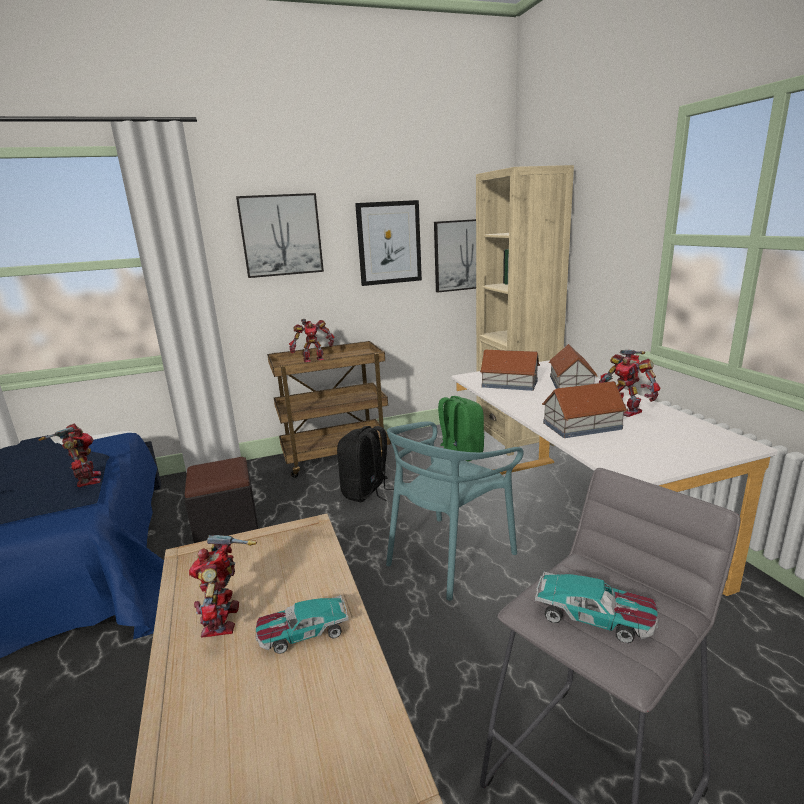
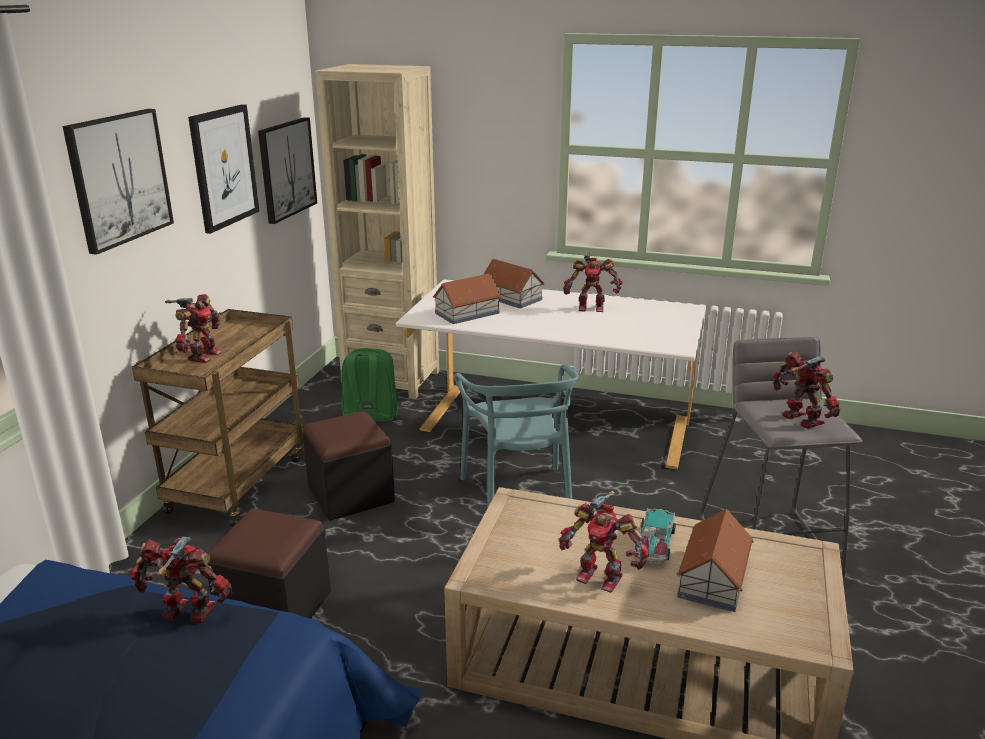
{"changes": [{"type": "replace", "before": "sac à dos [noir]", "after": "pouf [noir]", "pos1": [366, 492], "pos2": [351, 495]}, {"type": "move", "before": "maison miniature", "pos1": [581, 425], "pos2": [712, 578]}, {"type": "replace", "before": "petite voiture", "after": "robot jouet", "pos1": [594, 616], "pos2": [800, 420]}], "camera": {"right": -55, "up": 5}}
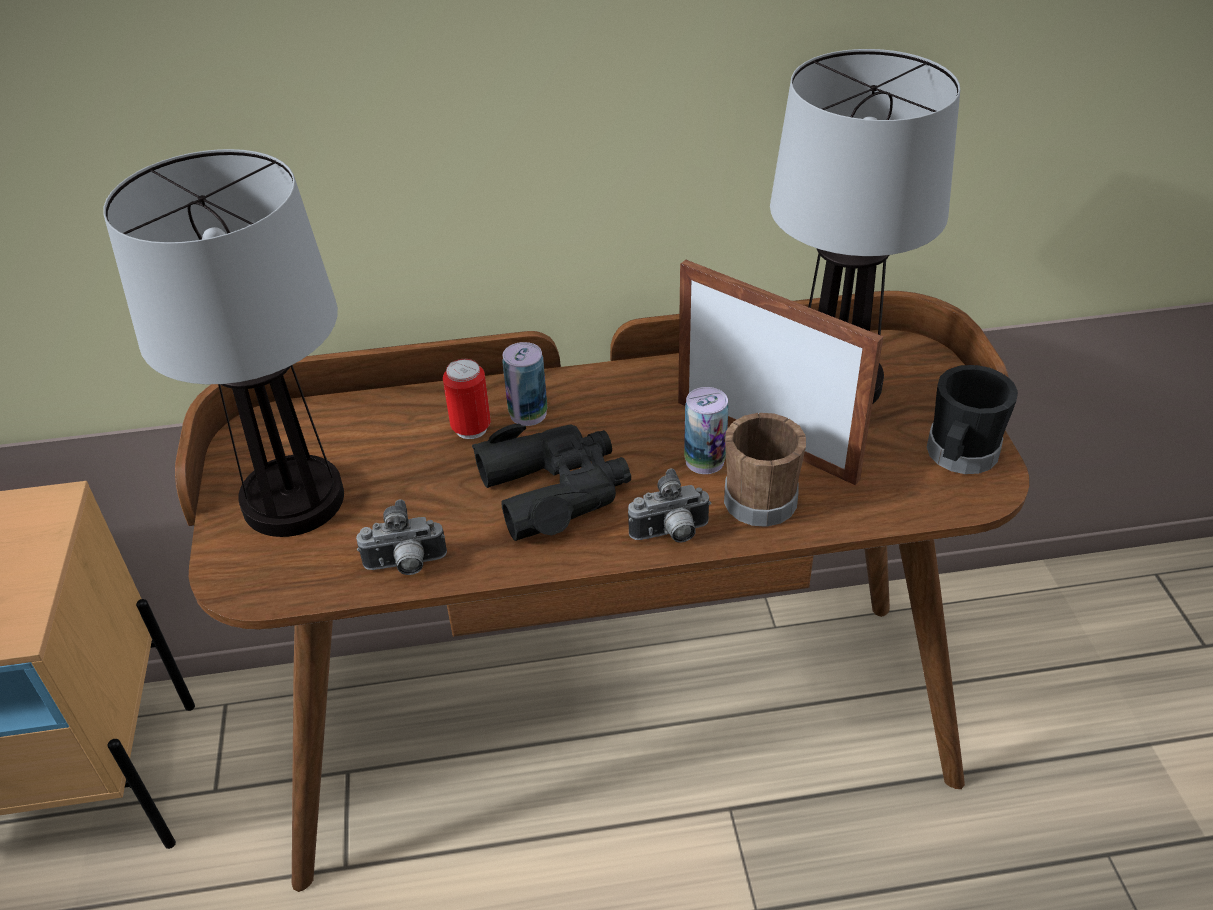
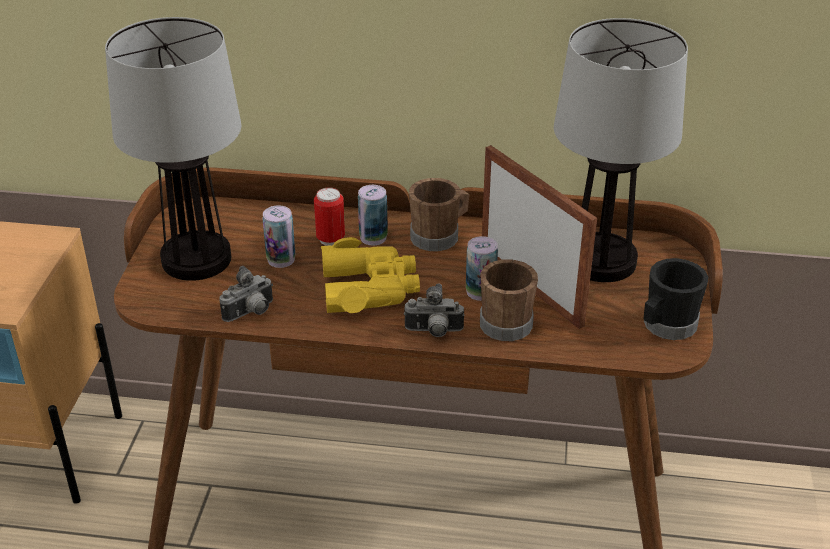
{"changes": [{"type": "rotate", "before": "appareil photo", "pos1": [406, 566], "pos2": [251, 313], "turn": -45}, {"type": "insert", "after": "boîte métallique", "pos2": [281, 259]}, {"type": "recolor", "before": "jumelles [noir]", "after": "jumelles [jaune]", "pos1": [555, 489], "pos2": [369, 288]}, {"type": "insert", "after": "mug [marron]", "pos2": [439, 236]}], "camera": {"right": 15, "up": -5}}
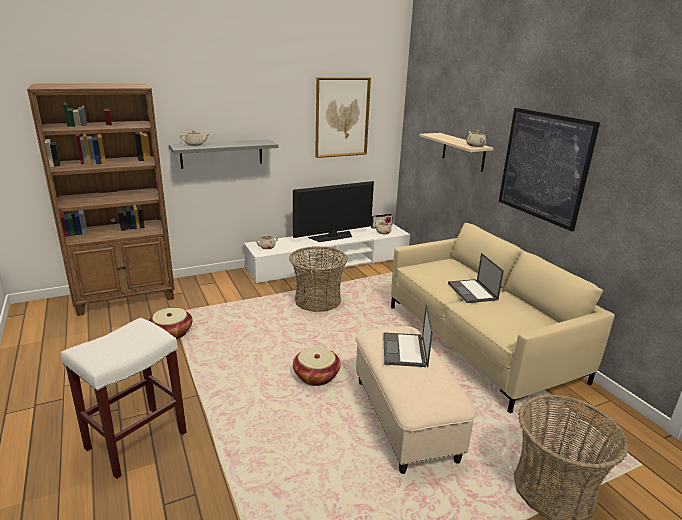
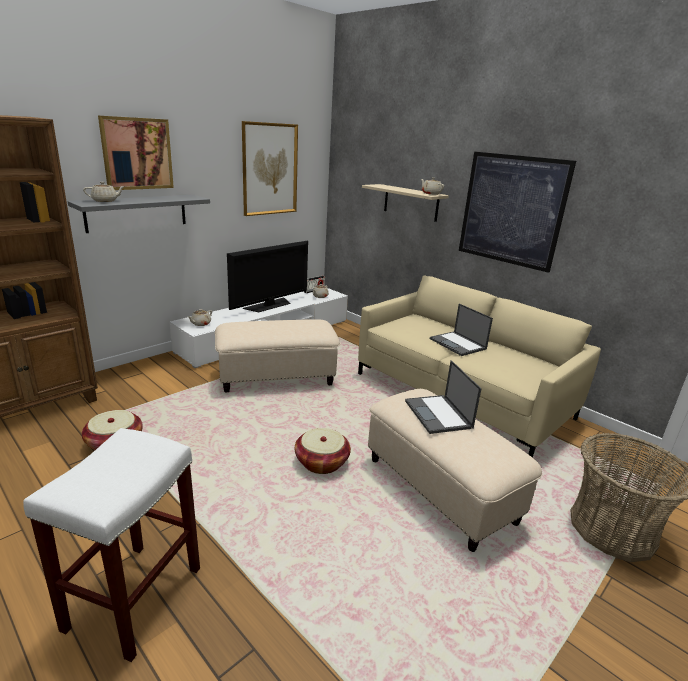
{"changes": [{"type": "insert", "after": "tableau", "pos2": [137, 153]}, {"type": "replace", "before": "panier", "after": "pouf [beige]", "pos1": [318, 301], "pos2": [277, 377]}], "camera": {"right": -20, "up": 0}}
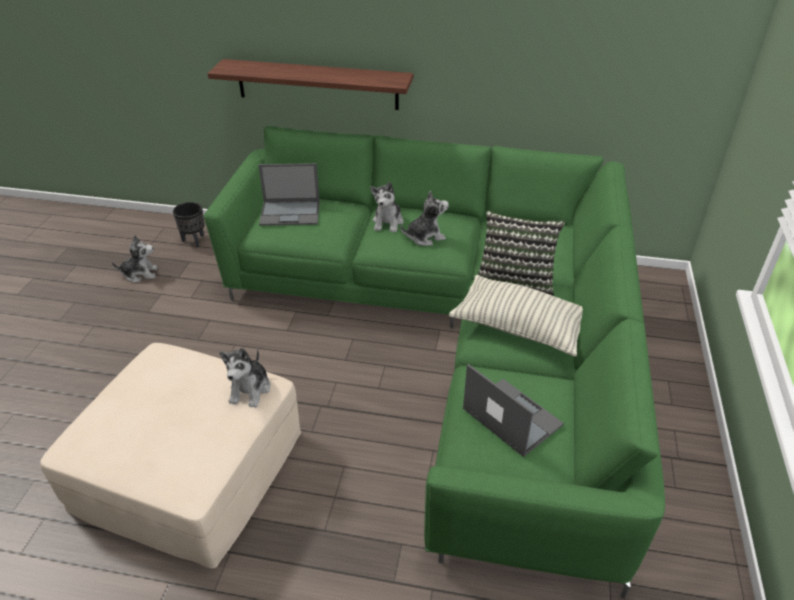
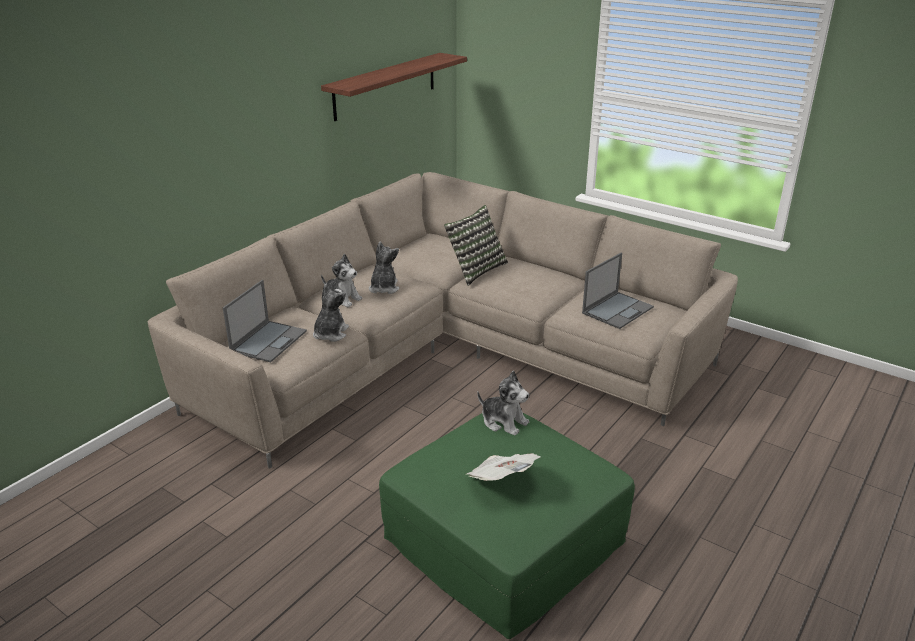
{"changes": [{"type": "recolor", "before": "canapé [vert]", "after": "canapé [beige]", "pos1": [456, 337], "pos2": [446, 354]}, {"type": "move", "before": "peluche", "pos1": [140, 274], "pos2": [330, 334]}, {"type": "move", "before": "étagère", "pos1": [317, 84], "pos2": [385, 86]}, {"type": "recolor", "before": "pouf [beige]", "after": "pouf [vert]", "pos1": [190, 469], "pos2": [503, 539]}, {"type": "insert", "after": "journal", "pos2": [502, 480]}, {"type": "rotate", "before": "ordinateur portable", "pos1": [511, 416], "pos2": [618, 310], "turn": 150}, {"type": "delete", "before": "cache-pot [noir]", "pos1": [194, 241]}, {"type": "delete", "before": "coussin", "pos1": [520, 327]}], "camera": {"right": -65, "up": -10}}
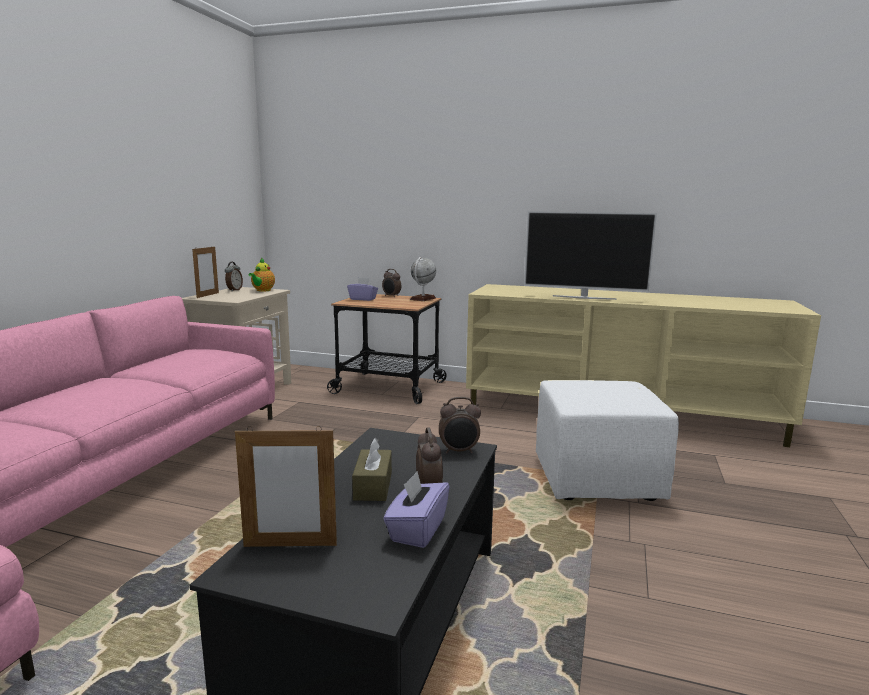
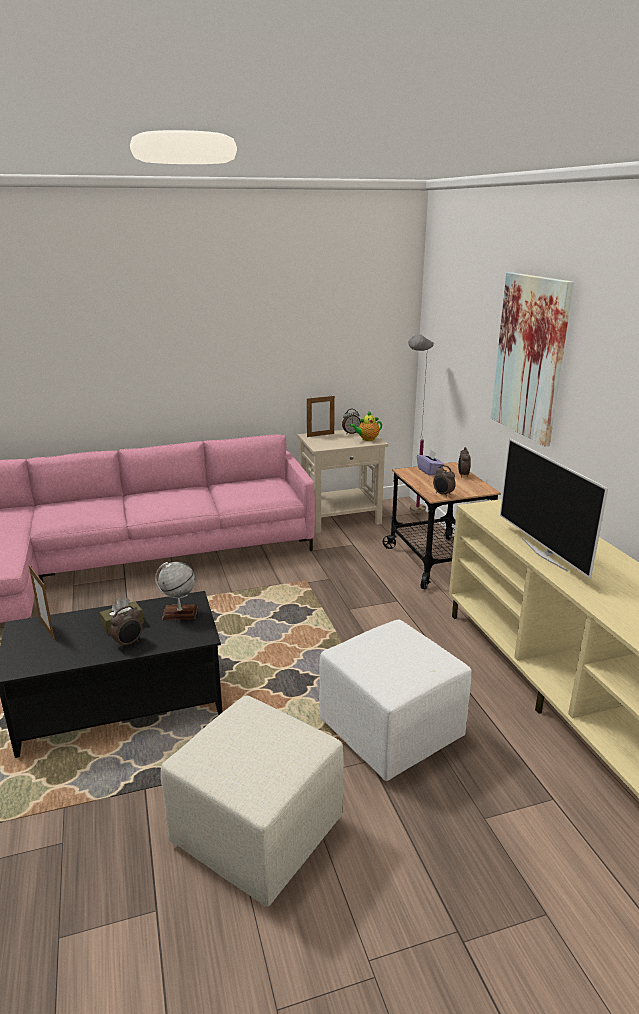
{"changes": [{"type": "move", "before": "globe", "pos1": [423, 299], "pos2": [179, 613]}, {"type": "insert", "after": "pouf [beige]", "pos2": [259, 832]}, {"type": "insert", "after": "lampadaire [gris]", "pos2": [412, 519]}, {"type": "move", "before": "réveil", "pos1": [459, 451], "pos2": [443, 494]}, {"type": "insert", "after": "tableau", "pos2": [530, 357]}, {"type": "delete", "before": "boîte à mouchoirs [violet]", "pos1": [417, 530]}], "camera": {"right": 55, "up": 10}}
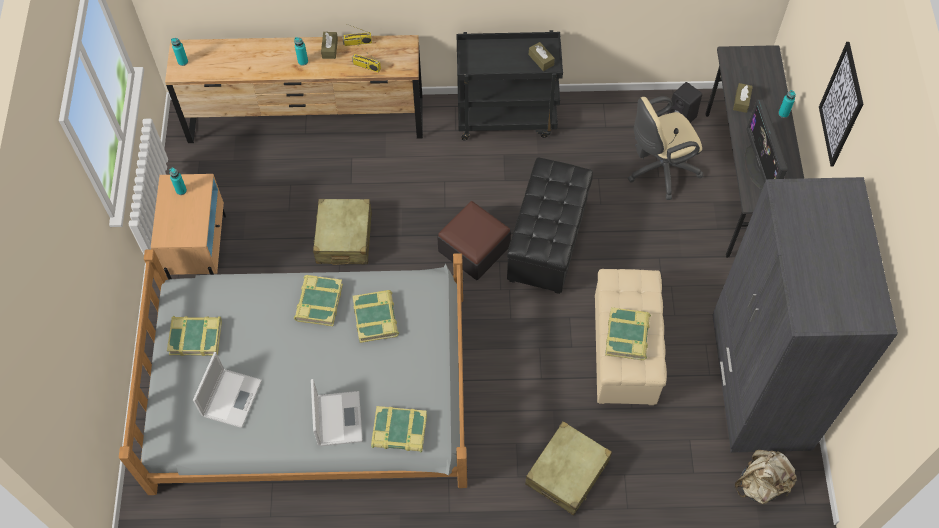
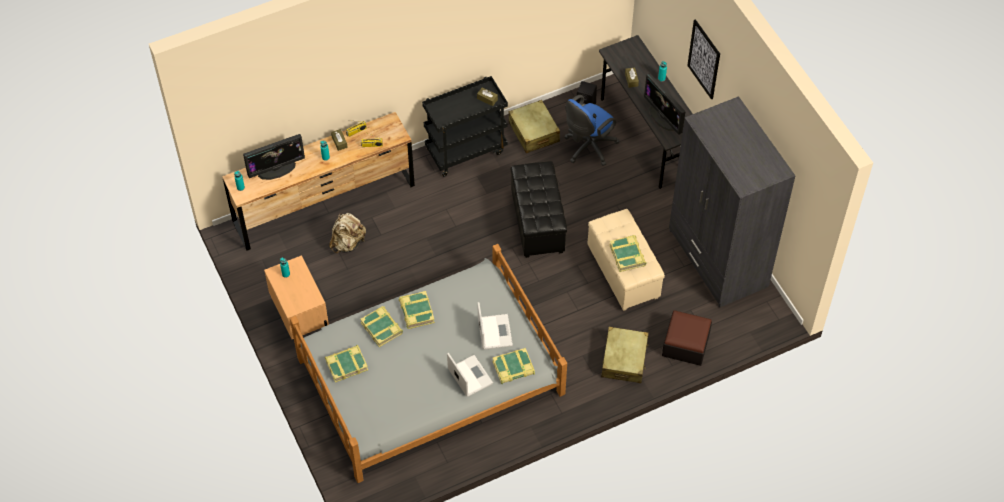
{"changes": [{"type": "insert", "after": "écran d'ordinateur", "pos2": [276, 169]}, {"type": "move", "before": "sac à dos [beige]", "pos1": [761, 484], "pos2": [348, 243]}, {"type": "move", "before": "livre", "pos1": [376, 318], "pos2": [382, 328]}, {"type": "move", "before": "ordinateur portable", "pos1": [232, 397], "pos2": [494, 331]}, {"type": "move", "before": "valise [beige]", "pos1": [344, 238], "pos2": [534, 132]}, {"type": "recolor", "before": "chaise de bureau [beige]", "after": "chaise de bureau [bleu]", "pos1": [659, 170], "pos2": [588, 148]}, {"type": "move", "before": "pouf", "pos1": [474, 248], "pos2": [685, 344]}], "camera": {"right": -25, "up": -5}}
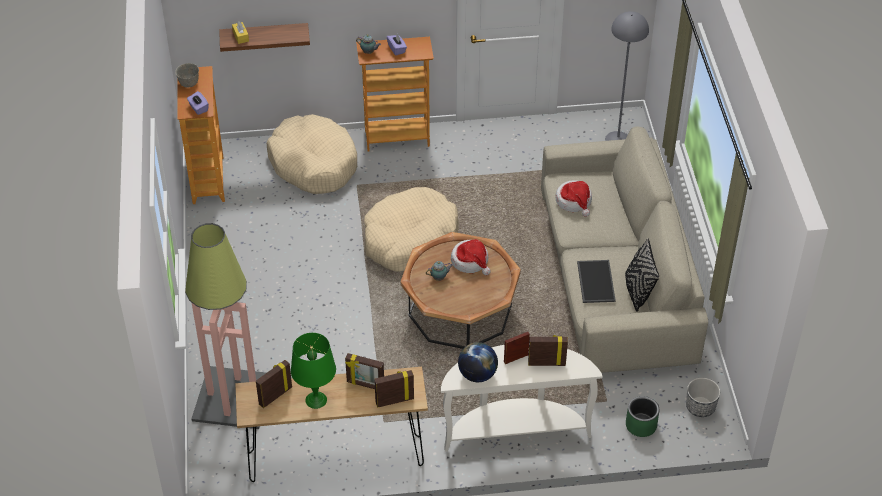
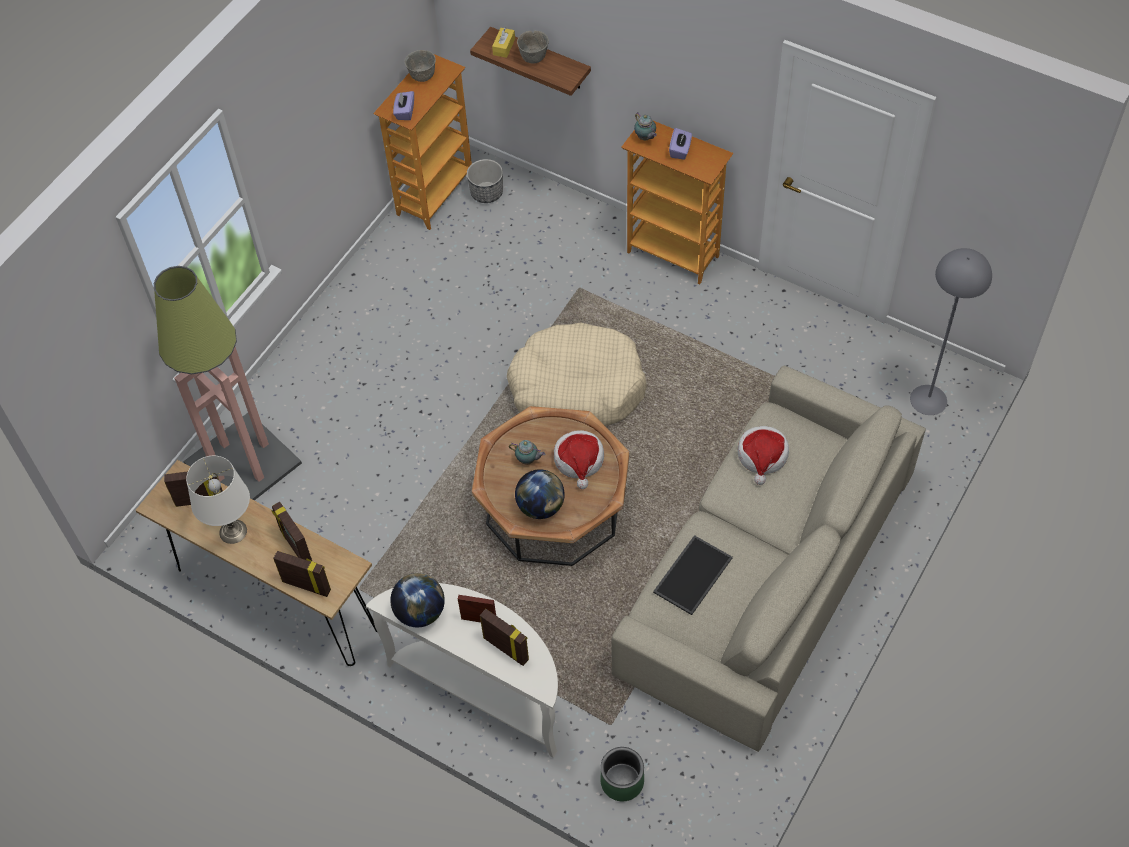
{"changes": [{"type": "recolor", "before": "lampe de table [vert]", "after": "lampe de table [blanc]", "pos1": [315, 400], "pos2": [233, 531]}, {"type": "move", "before": "cache-pot", "pos1": [700, 407], "pos2": [487, 193]}, {"type": "insert", "after": "globe", "pos2": [540, 506]}, {"type": "insert", "after": "bol [gris]", "pos2": [533, 57]}, {"type": "delete", "before": "panier pour chien [beige]", "pos1": [313, 163]}, {"type": "delete", "before": "coussin [noir]", "pos1": [638, 291]}], "camera": {"right": 40, "up": 10}}
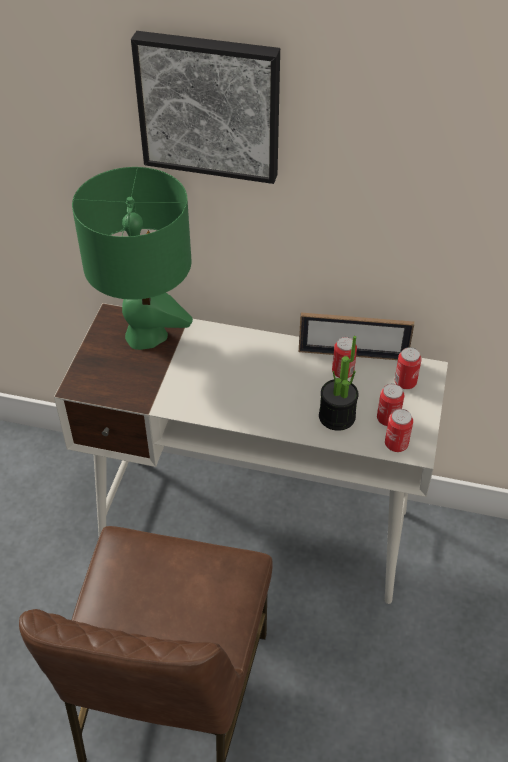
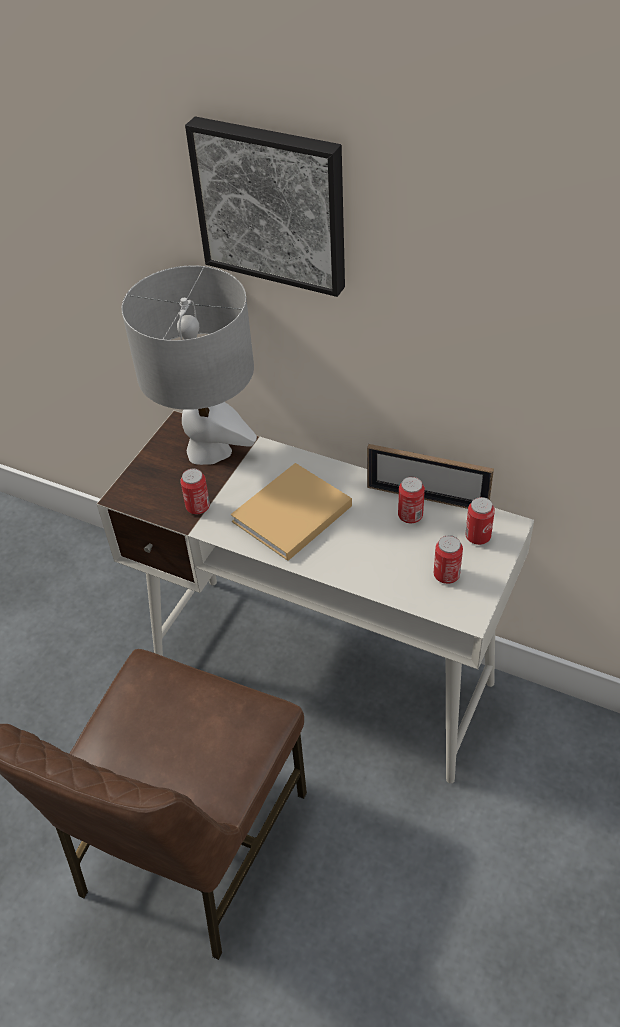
{"changes": [{"type": "recolor", "before": "lampe de table [vert]", "after": "lampe de table [gris]", "pos1": [146, 335], "pos2": [209, 450]}, {"type": "move", "before": "boîte métallique", "pos1": [396, 444], "pos2": [198, 507]}, {"type": "insert", "after": "livre [beige]", "pos2": [289, 515]}, {"type": "delete", "before": "plante en pot", "pos1": [337, 416]}], "camera": {"right": 15, "up": 0}}
